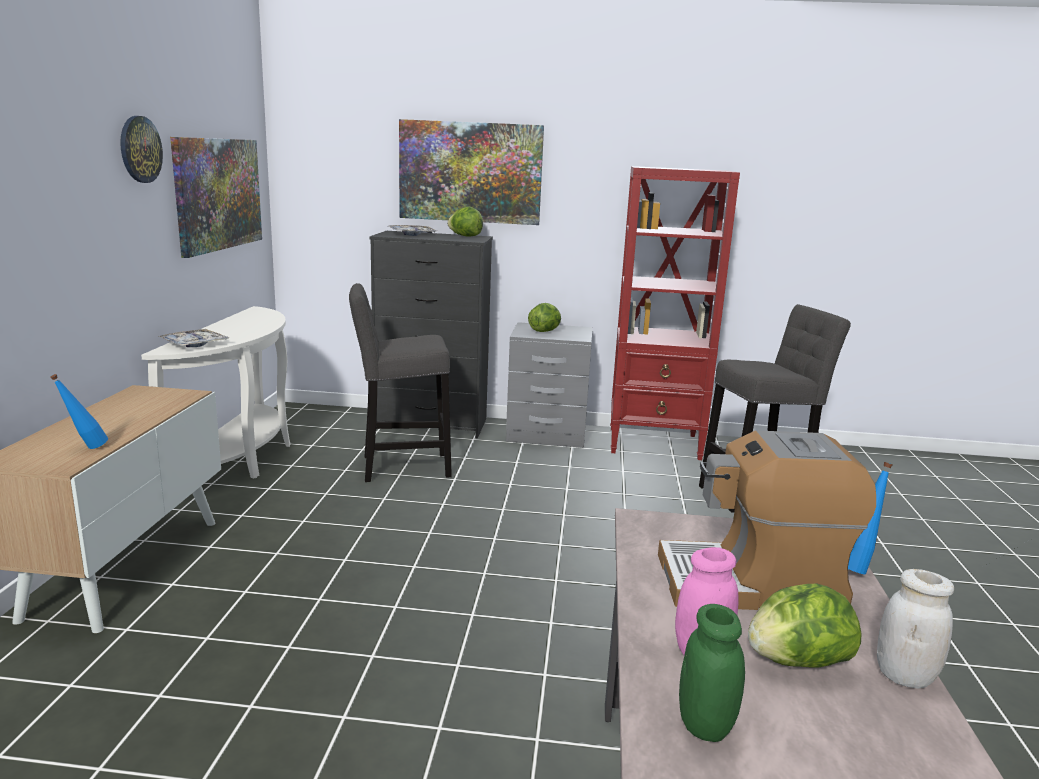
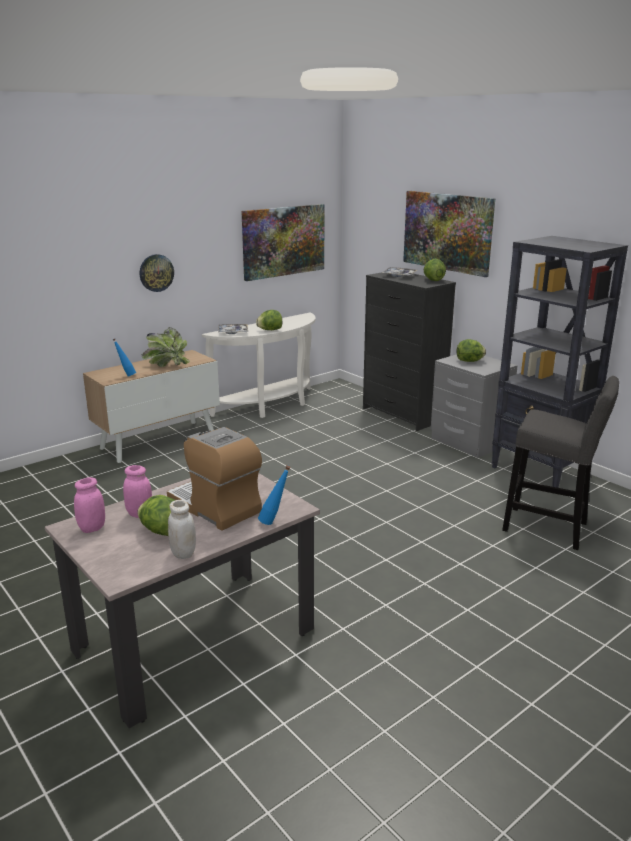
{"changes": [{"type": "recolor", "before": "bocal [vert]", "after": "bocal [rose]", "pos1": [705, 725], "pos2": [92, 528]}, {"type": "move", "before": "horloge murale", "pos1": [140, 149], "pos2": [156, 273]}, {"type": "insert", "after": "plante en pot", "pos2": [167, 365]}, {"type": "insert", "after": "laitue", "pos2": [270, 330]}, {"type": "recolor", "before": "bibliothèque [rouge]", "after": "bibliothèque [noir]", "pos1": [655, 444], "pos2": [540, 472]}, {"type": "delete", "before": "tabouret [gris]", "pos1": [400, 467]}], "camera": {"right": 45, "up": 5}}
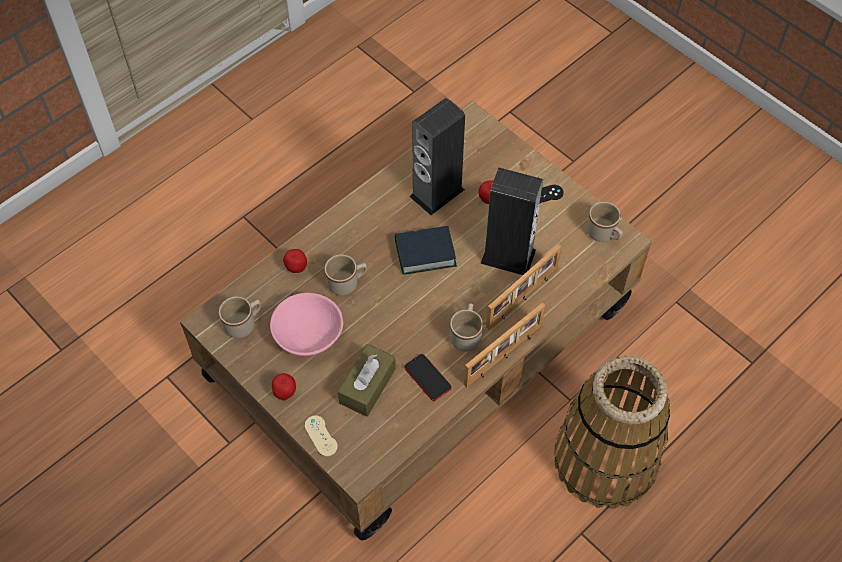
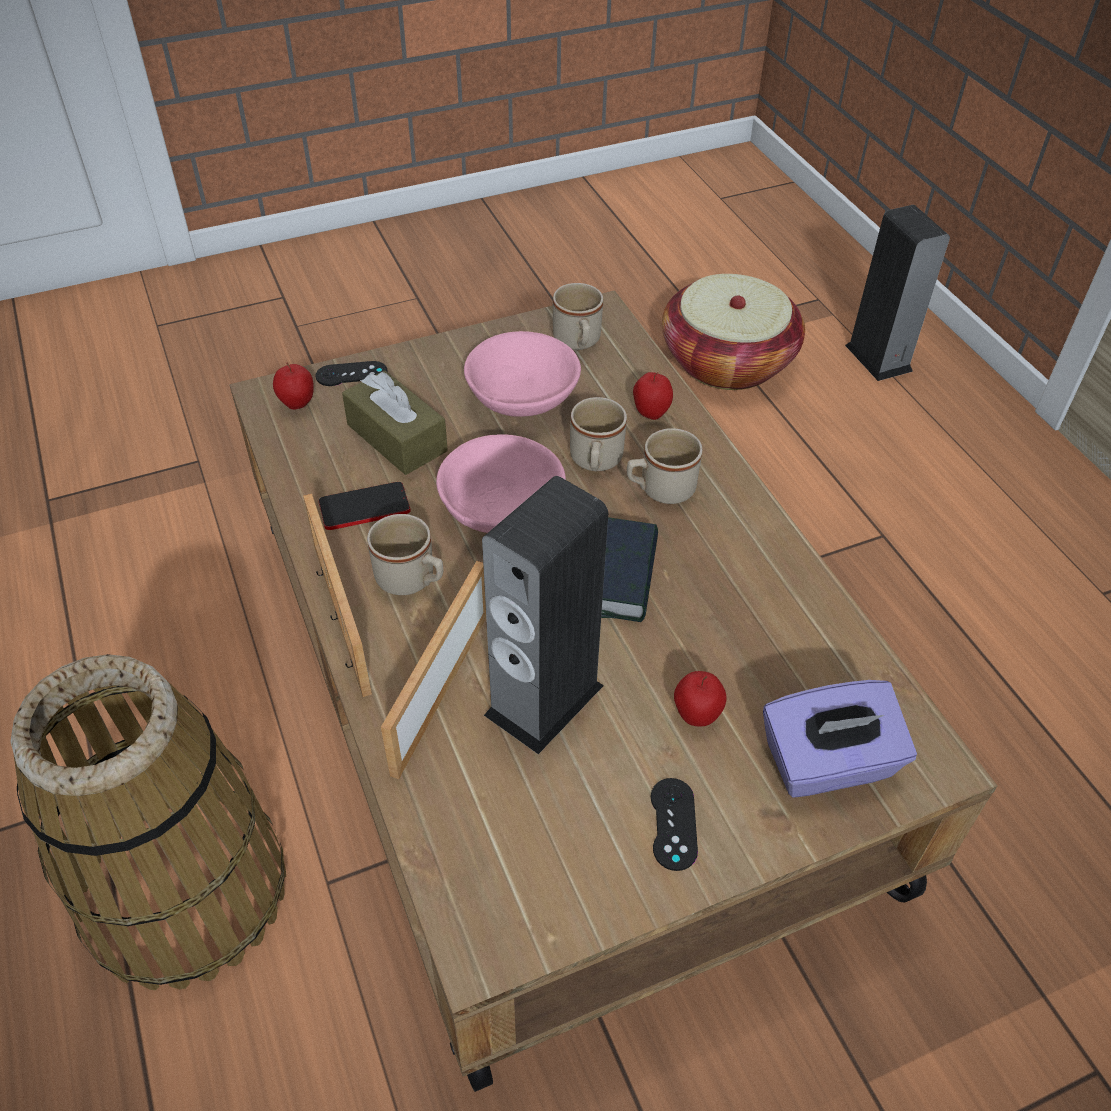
{"changes": [{"type": "move", "before": "pomme", "pos1": [285, 393], "pos2": [297, 405]}, {"type": "recolor", "before": "manette [beige]", "after": "manette [noir]", "pos1": [321, 436], "pos2": [351, 374]}, {"type": "rotate", "before": "cadre photo", "pos1": [523, 298], "pos2": [438, 690], "turn": 45}, {"type": "insert", "after": "bol [rose]", "pos2": [501, 509]}, {"type": "move", "before": "mug [beige]", "pos1": [604, 234], "pos2": [659, 490]}, {"type": "insert", "after": "panier", "pos2": [727, 361]}, {"type": "insert", "after": "boîte à mouchoirs [violet]", "pos2": [828, 764]}, {"type": "move", "before": "enceinte", "pos1": [437, 193], "pos2": [878, 358]}], "camera": {"right": 110, "up": -10}}
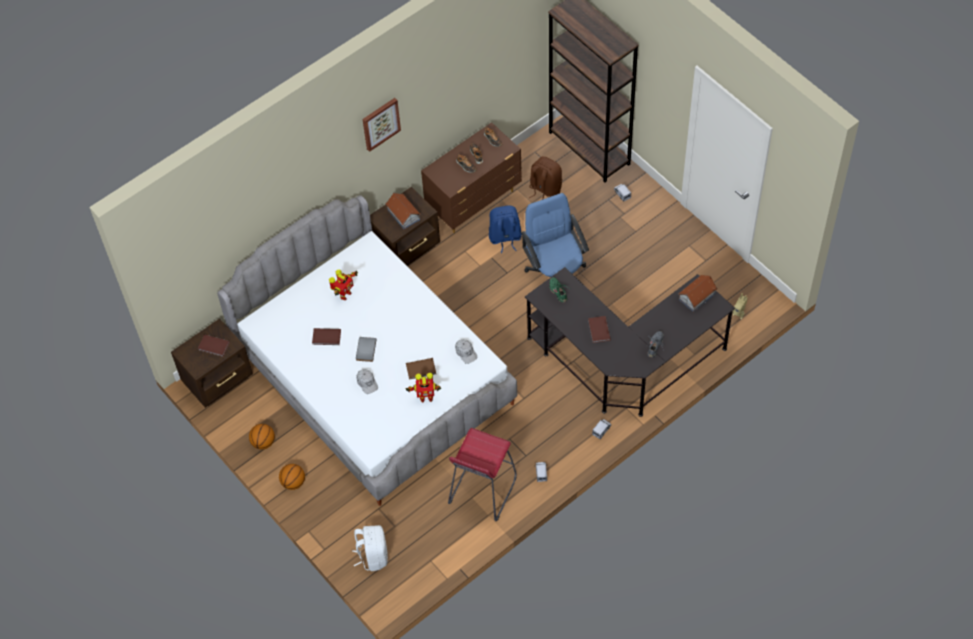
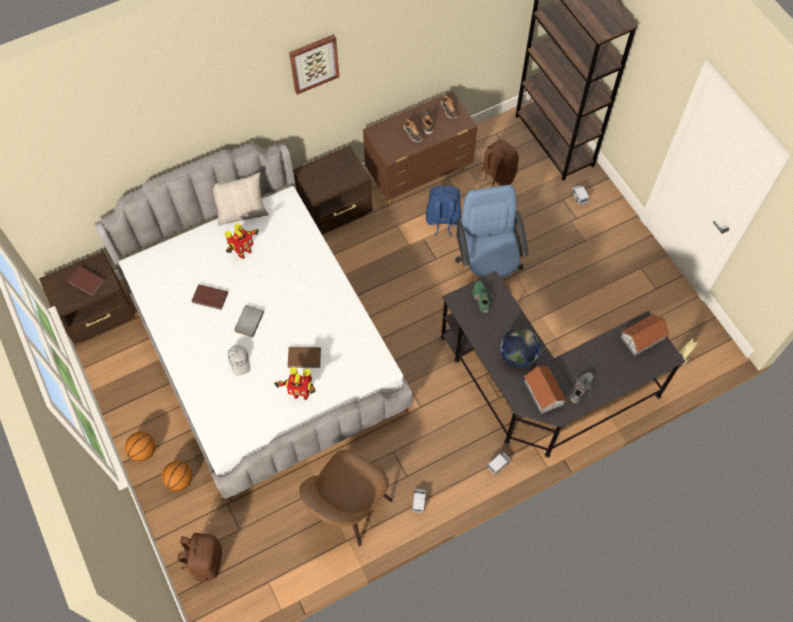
{"changes": [{"type": "move", "before": "ballon de basket", "pos1": [263, 442], "pos2": [179, 480]}, {"type": "recolor", "before": "sac à dos [blanc]", "after": "sac à dos [marron]", "pos1": [373, 555], "pos2": [205, 561]}, {"type": "insert", "after": "coussin [beige]", "pos2": [242, 213]}, {"type": "replace", "before": "tabouret [rouge]", "after": "chaise [marron]", "pos1": [482, 490], "pos2": [347, 508]}, {"type": "replace", "before": "livre [marron]", "after": "globe", "pos1": [598, 330], "pos2": [518, 355]}, {"type": "move", "before": "maison miniature", "pos1": [403, 215], "pos2": [543, 393]}, {"type": "delete", "before": "casquette [blanc]", "pos1": [466, 352]}], "camera": {"right": 10, "up": 5}}
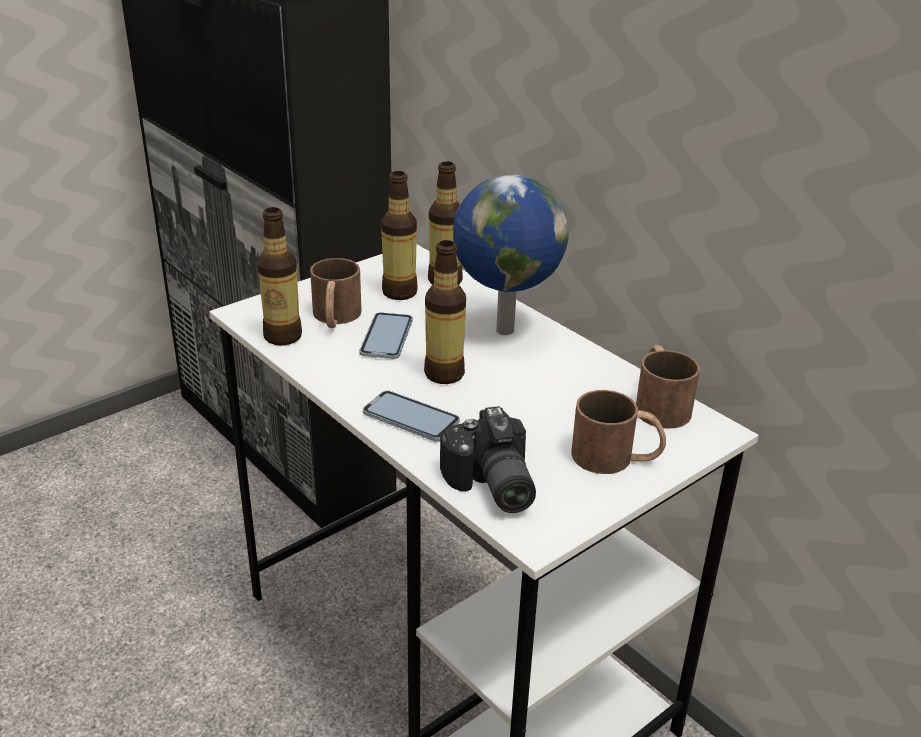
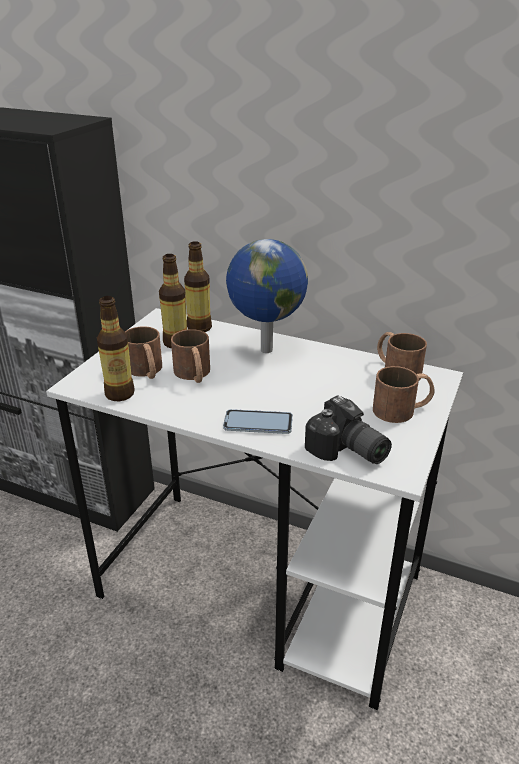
{"changes": [{"type": "replace", "before": "téléphone", "after": "mug [marron]", "pos1": [386, 337], "pos2": [194, 375]}, {"type": "delete", "before": "bouteille", "pos1": [444, 374]}], "camera": {"right": -25, "up": 0}}
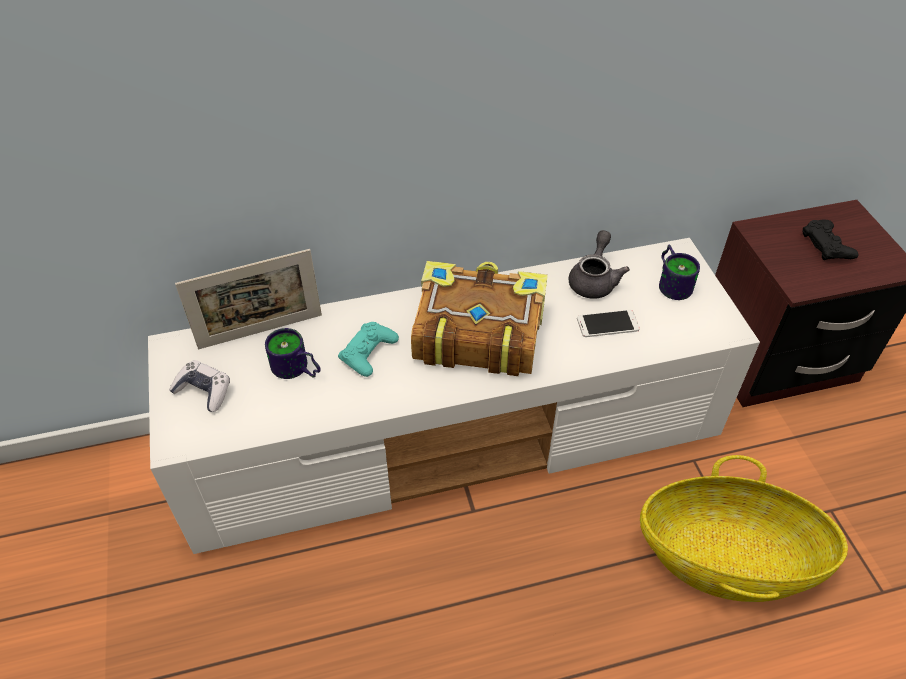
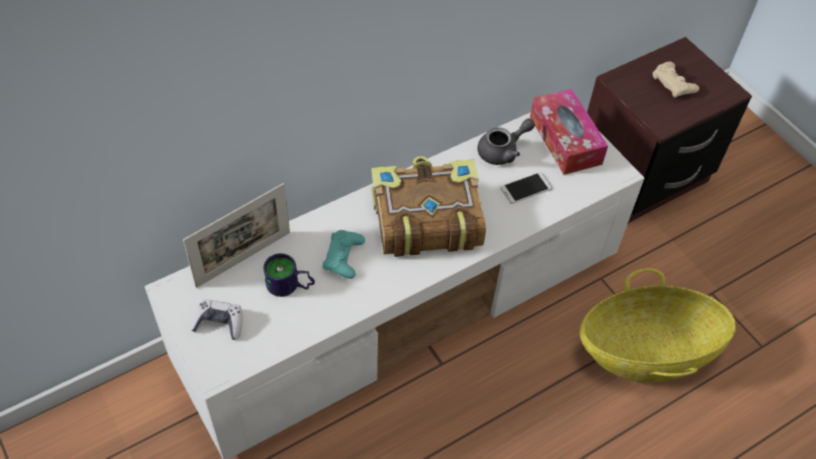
{"changes": [{"type": "rotate", "before": "théière [gris]", "pos1": [594, 280], "pos2": [503, 151], "turn": 60}, {"type": "replace", "before": "mug", "after": "boîte à mouchoirs", "pos1": [673, 282], "pos2": [565, 140]}, {"type": "recolor", "before": "manette [noir]", "after": "manette [beige]", "pos1": [827, 245], "pos2": [673, 83]}], "camera": {"right": -20, "up": 5}}
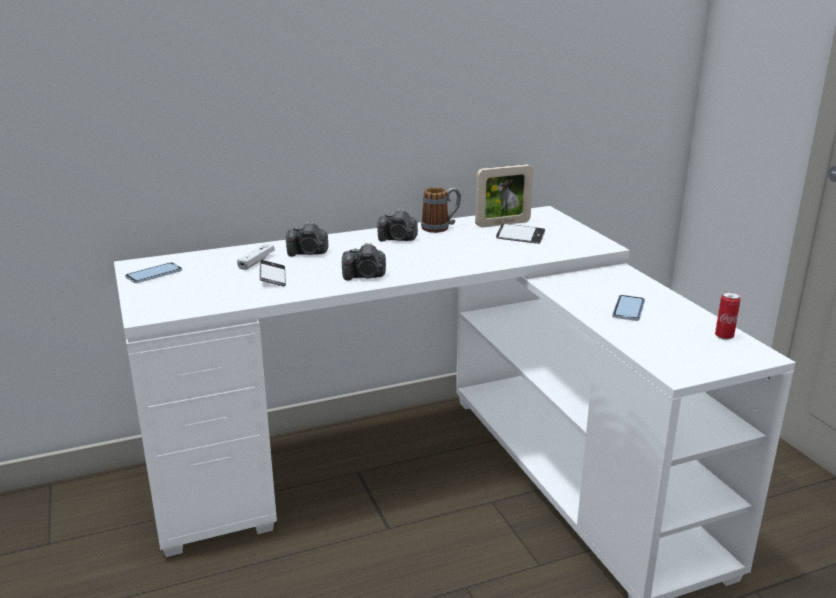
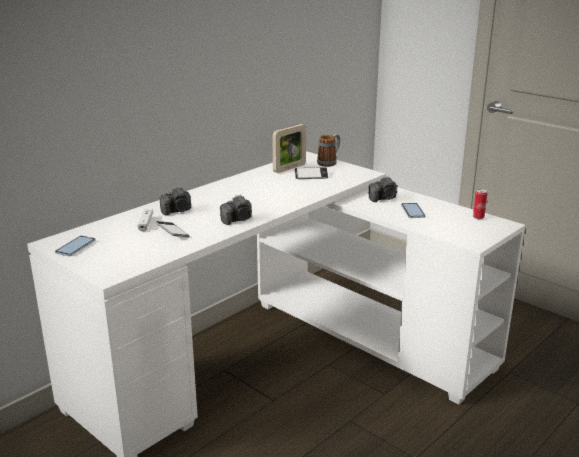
{"changes": [{"type": "move", "before": "mug", "pos1": [441, 227], "pos2": [329, 162]}, {"type": "move", "before": "appareil photo", "pos1": [398, 239], "pos2": [383, 198]}], "camera": {"right": -25, "up": 0}}
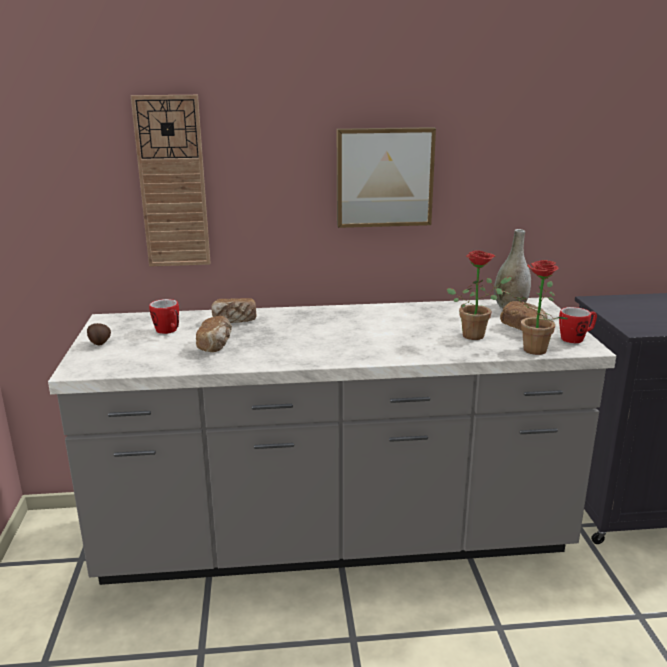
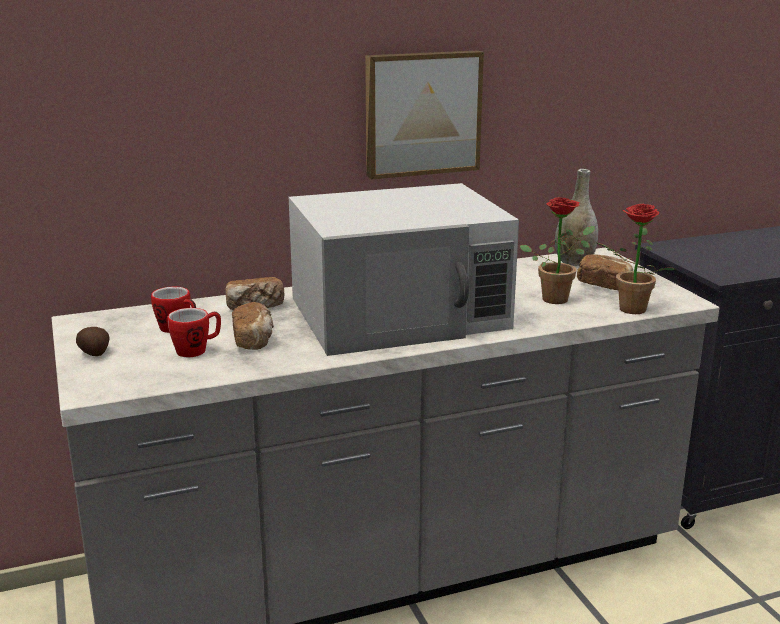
{"changes": [{"type": "move", "before": "mug", "pos1": [576, 339], "pos2": [197, 350]}, {"type": "insert", "after": "micro-ondes [blanc]", "pos2": [400, 314]}, {"type": "delete", "before": "horloge murale", "pos1": [172, 183]}], "camera": {"right": -15, "up": 0}}
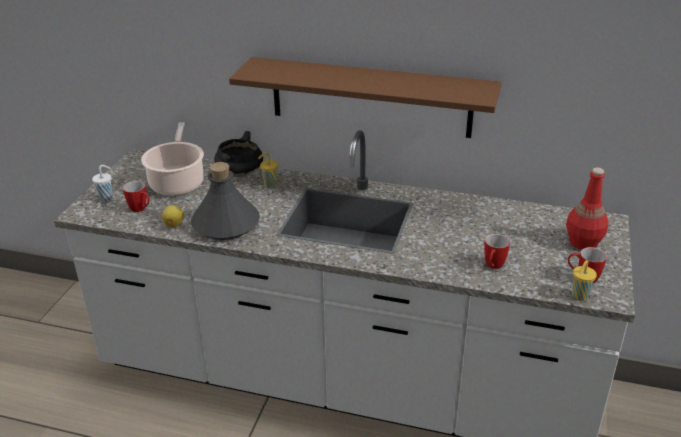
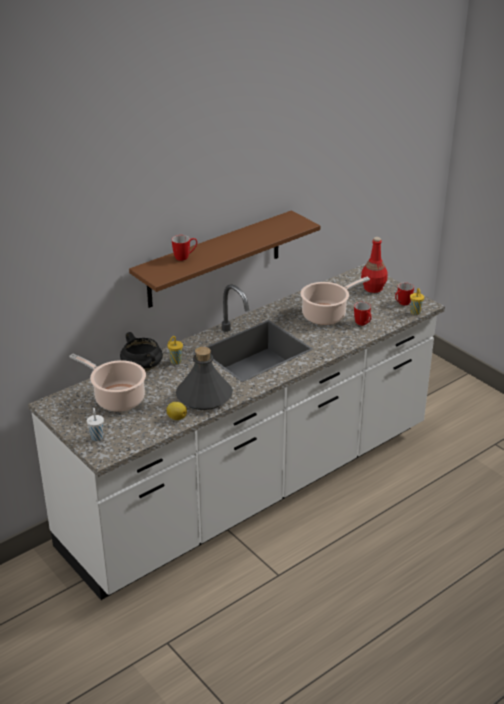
{"changes": [{"type": "move", "before": "mug", "pos1": [141, 209], "pos2": [185, 257]}, {"type": "insert", "after": "marmite", "pos2": [326, 315]}], "camera": {"right": -55, "up": 0}}
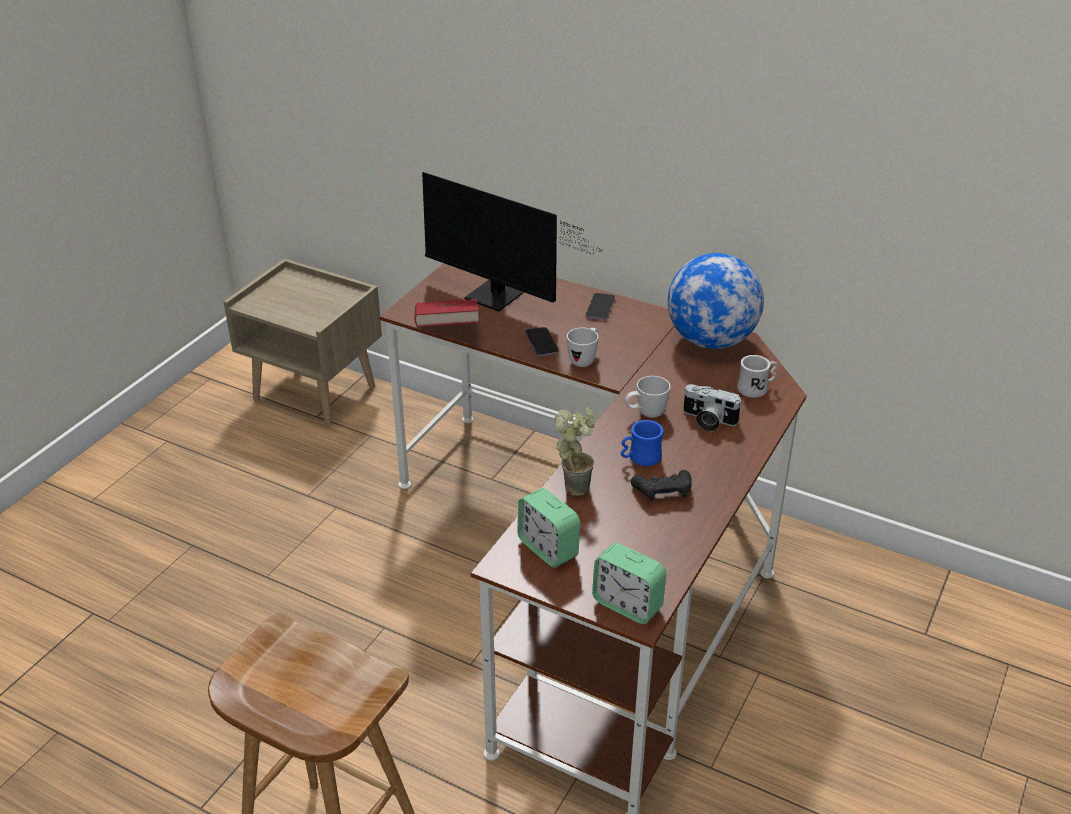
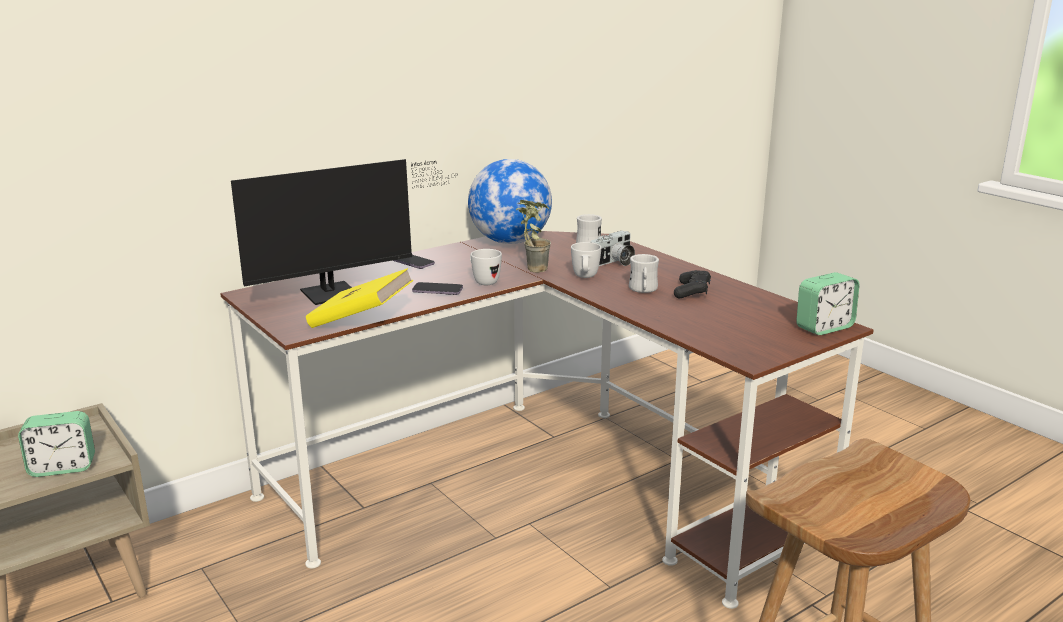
{"changes": [{"type": "move", "before": "réveil", "pos1": [548, 548], "pos2": [62, 467]}, {"type": "recolor", "before": "livre [rouge]", "after": "livre [jaune]", "pos1": [447, 330], "pos2": [361, 321]}, {"type": "move", "before": "plante en pot", "pos1": [576, 483], "pos2": [531, 269]}, {"type": "recolor", "before": "mug [bleu]", "after": "mug [blanc]", "pos1": [640, 458], "pos2": [643, 290]}], "camera": {"right": -65, "up": -15}}
